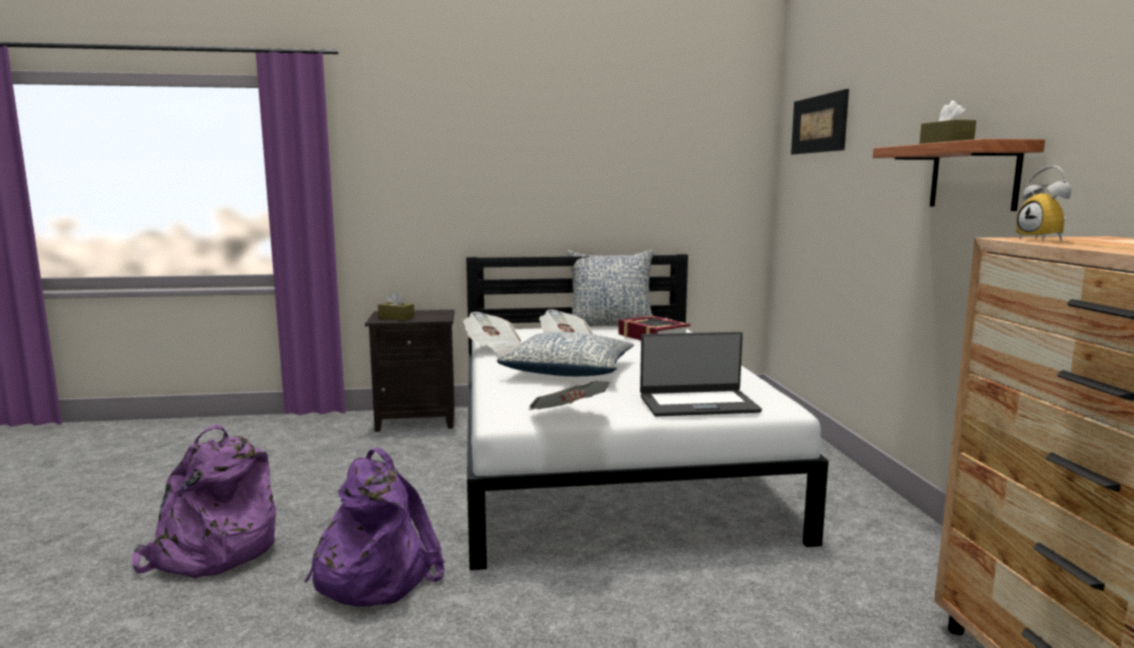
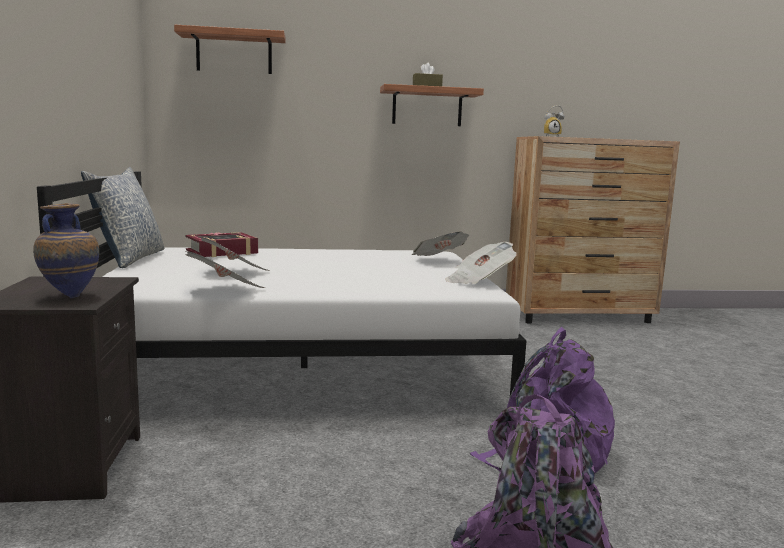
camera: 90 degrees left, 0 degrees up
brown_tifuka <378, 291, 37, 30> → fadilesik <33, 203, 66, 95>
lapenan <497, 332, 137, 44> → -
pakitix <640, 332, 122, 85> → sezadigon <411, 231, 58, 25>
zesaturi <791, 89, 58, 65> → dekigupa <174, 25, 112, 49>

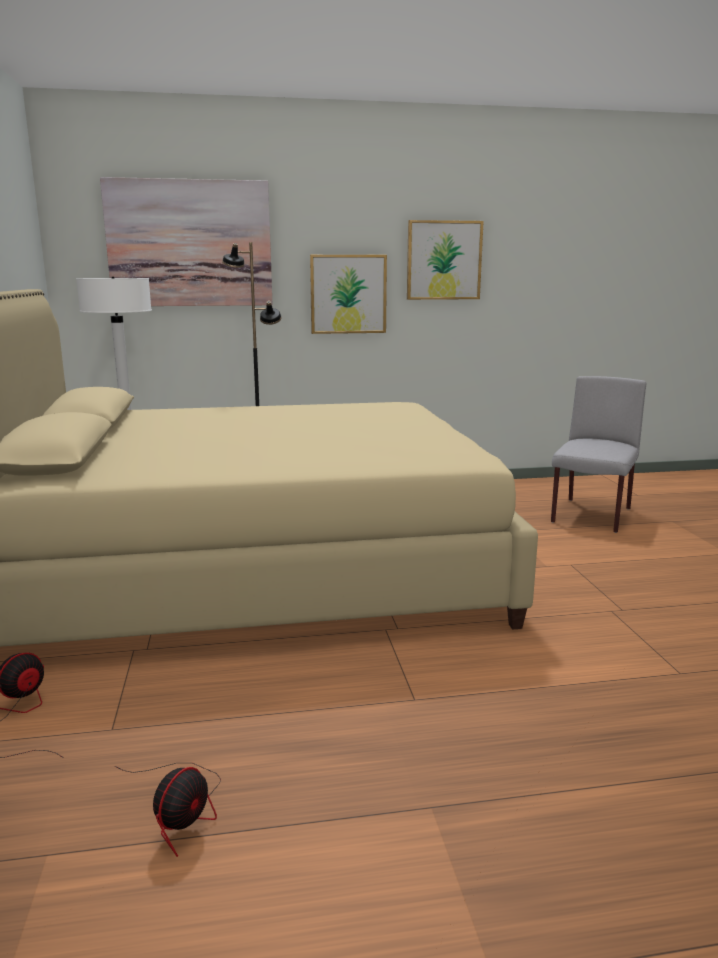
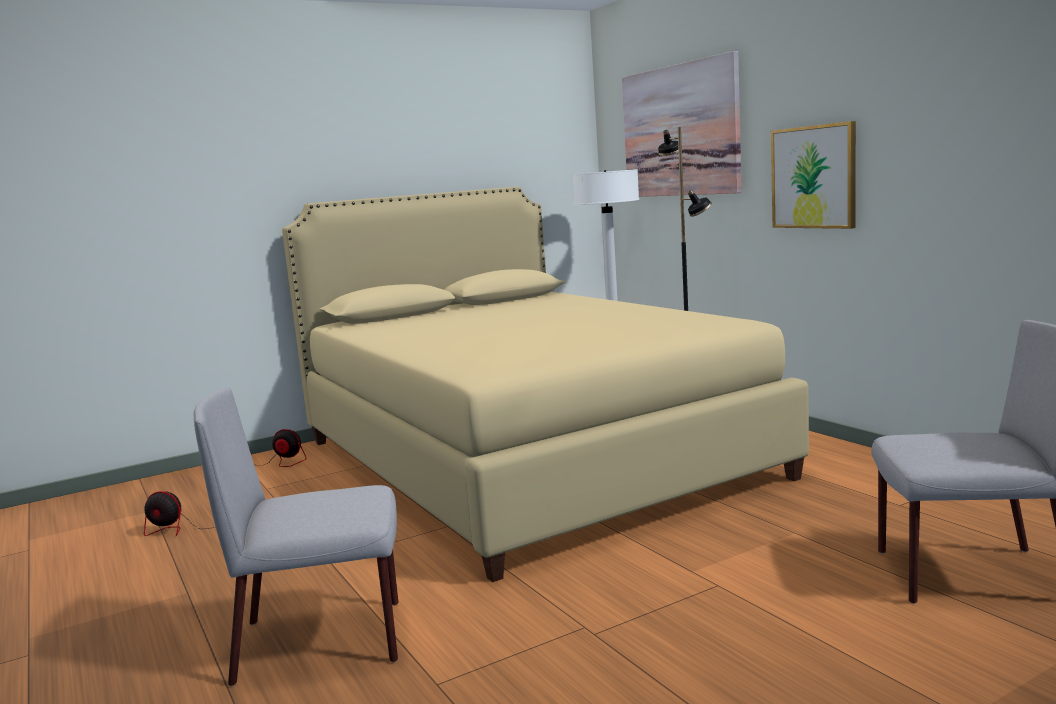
camera: 70 degrees right, 5 degrees down
zesaturi <407, 220, 77, 80> → -
- → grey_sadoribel <193, 387, 205, 299>

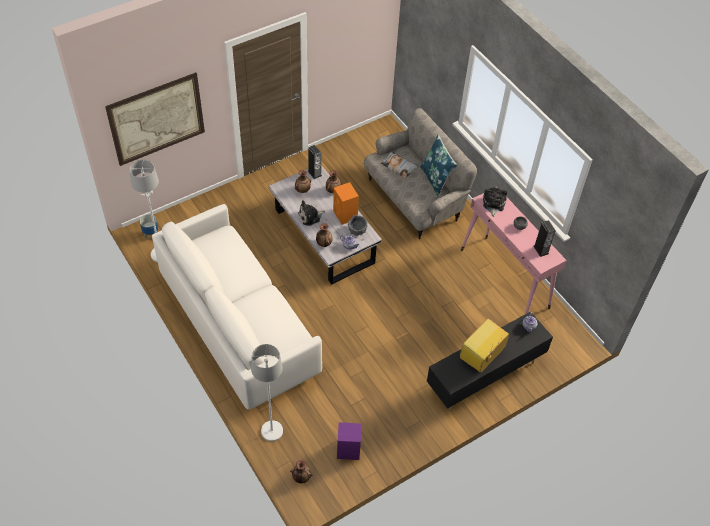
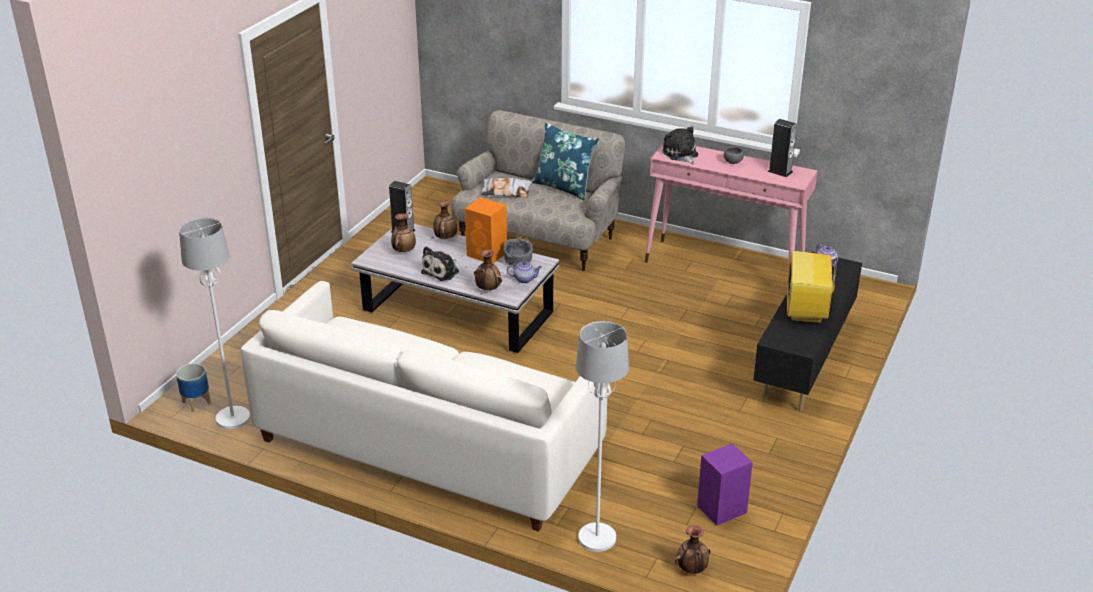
camera: 30 degrees left, 20 degrees down
zesaturi <105, 72, 100, 94> → -

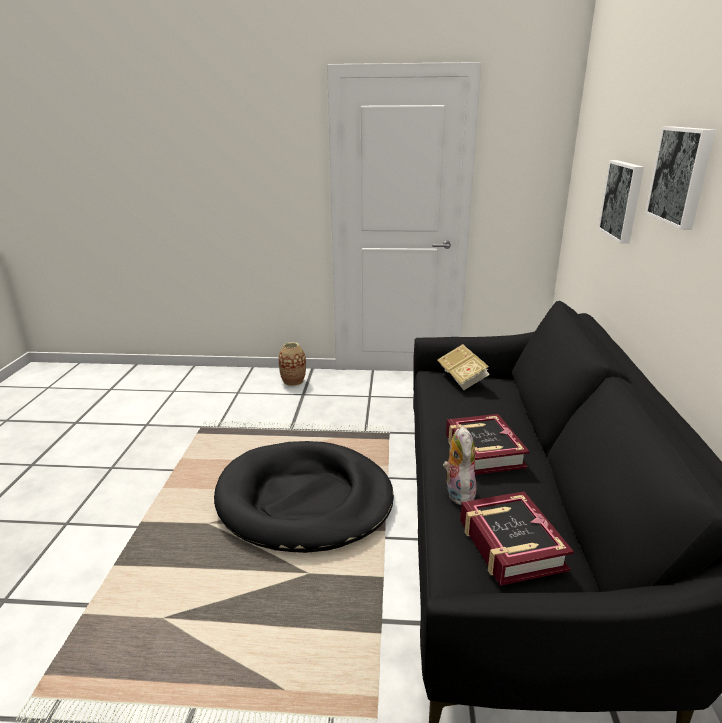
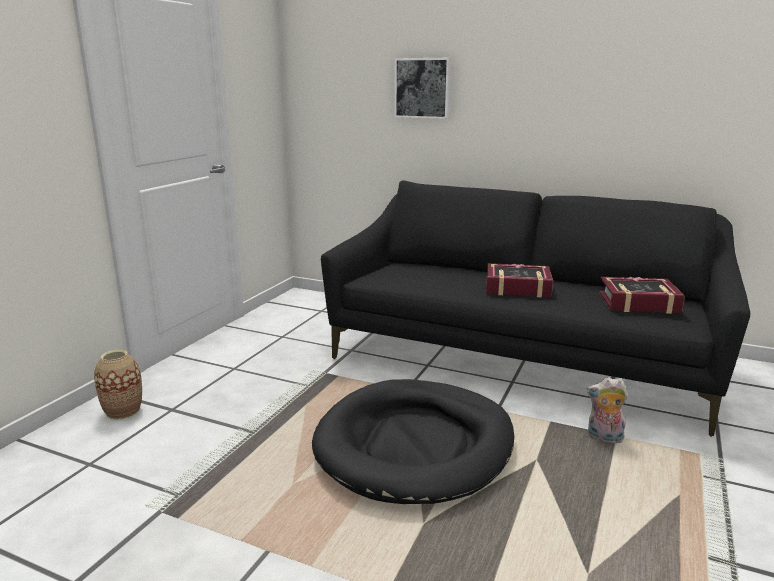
camera: 70 degrees left, 5 degrees down
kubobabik <437, 344, 53, 46> → -
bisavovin <443, 426, 33, 79> → bisavovin <587, 377, 41, 66>, move
zesaturi <645, 126, 71, 104> → -

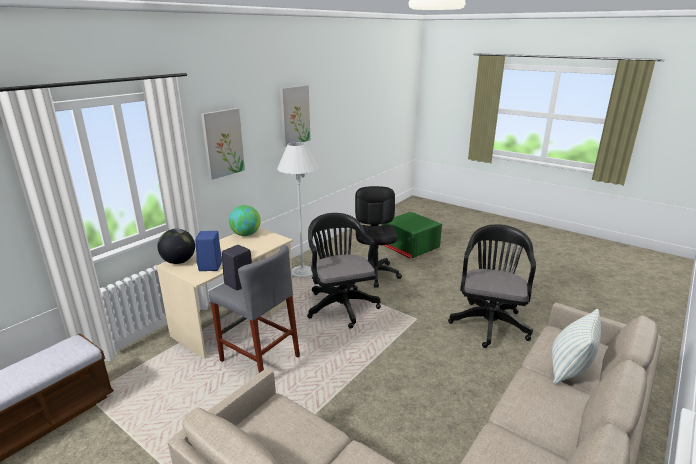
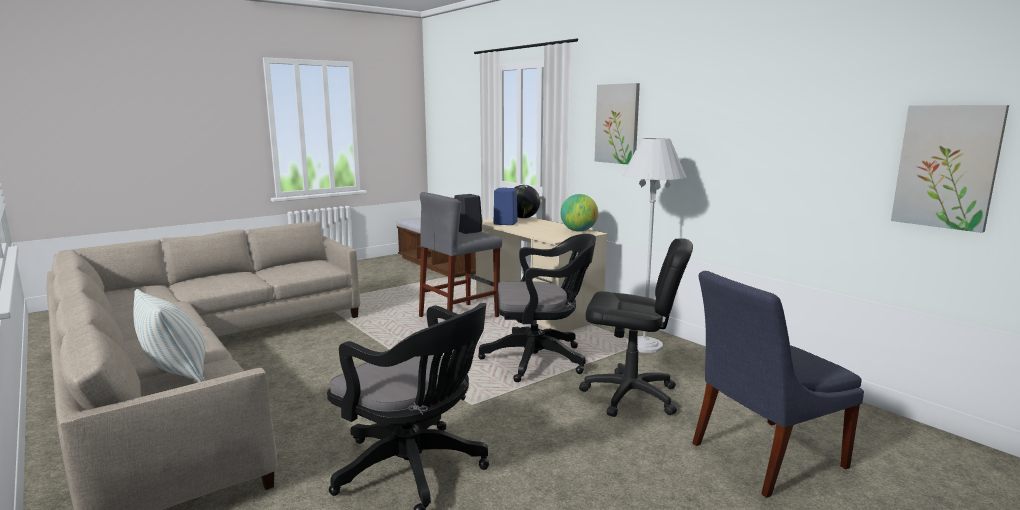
camera: 105 degrees right, 10 degrees down
zesaturi <280, 85, 31, 62> → zesaturi <891, 105, 118, 128>, move
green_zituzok <382, 212, 60, 47> → blue_sadoribel <692, 271, 172, 227>

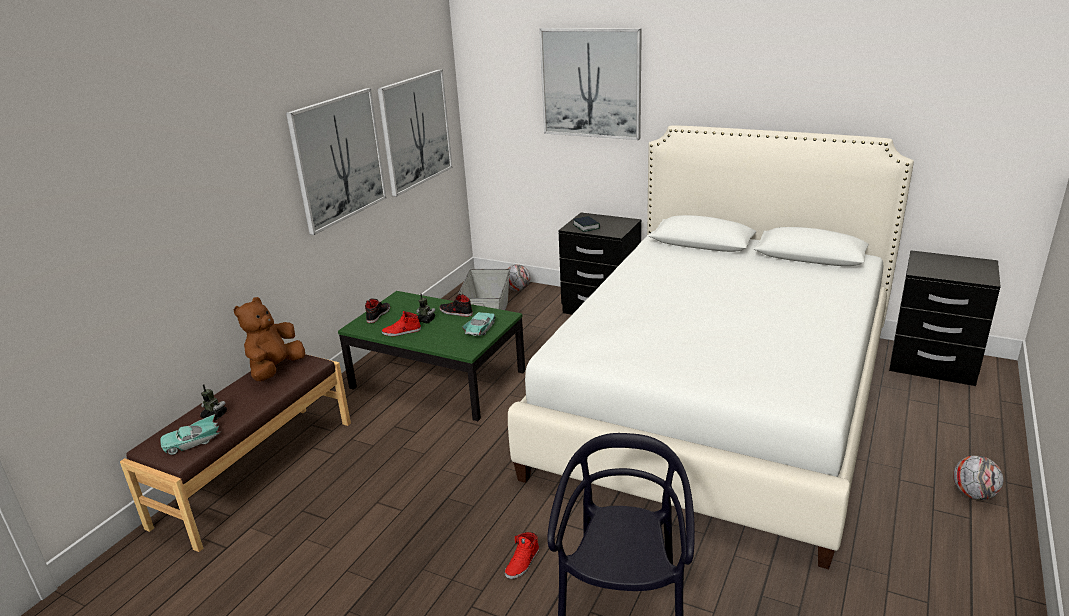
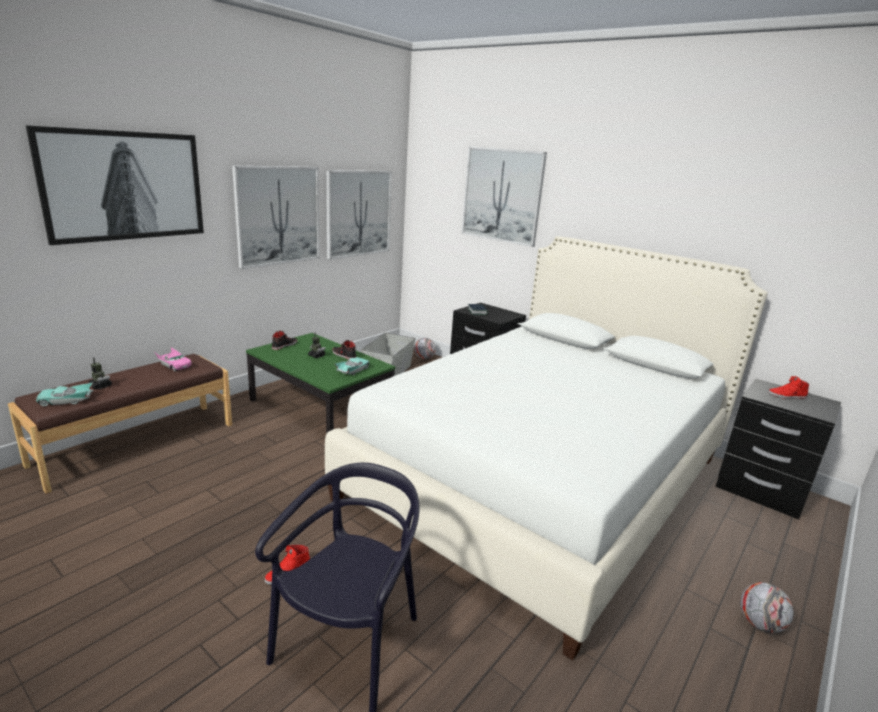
camera: 10 degrees right, 5 degrees down
brown_bisavovin <234, 297, 71, 84> → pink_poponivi <154, 347, 38, 24>
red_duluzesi <382, 311, 39, 25> → red_duluzesi <768, 376, 41, 23>, move
- → zesaturi <26, 125, 178, 120>

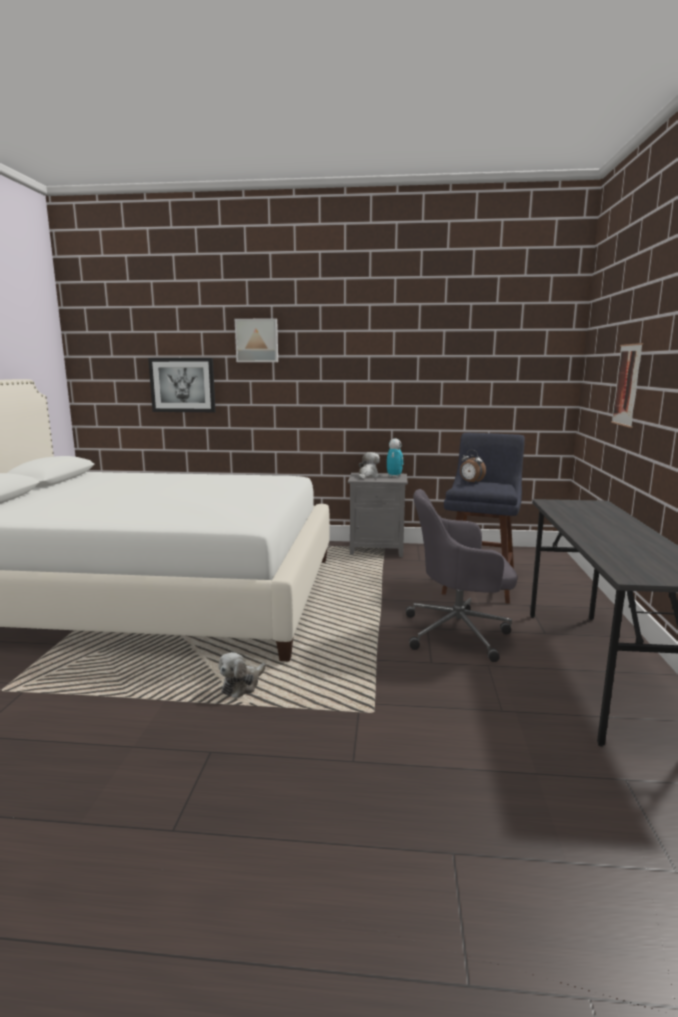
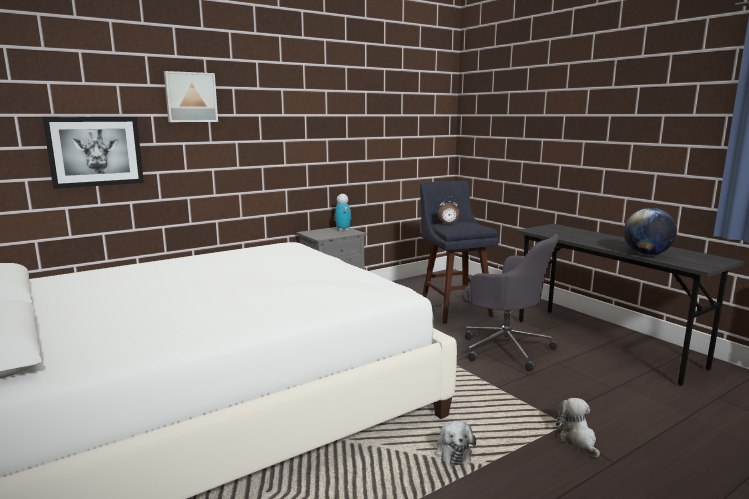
camera: 40 degrees left, 0 degrees up
bisavovin <358, 452, 22, 27> → bisavovin <556, 398, 44, 60>, move
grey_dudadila <406, 489, 112, 173> → grey_dudadila <462, 234, 97, 138>, 105 degrees counterclockwise
zesaturi <611, 343, 32, 85> → -
- → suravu <624, 208, 53, 47>

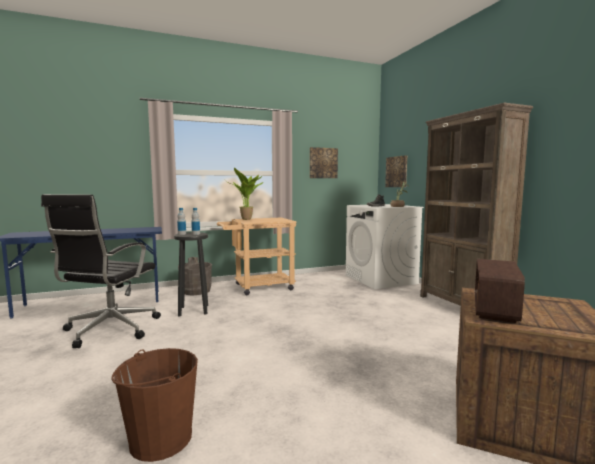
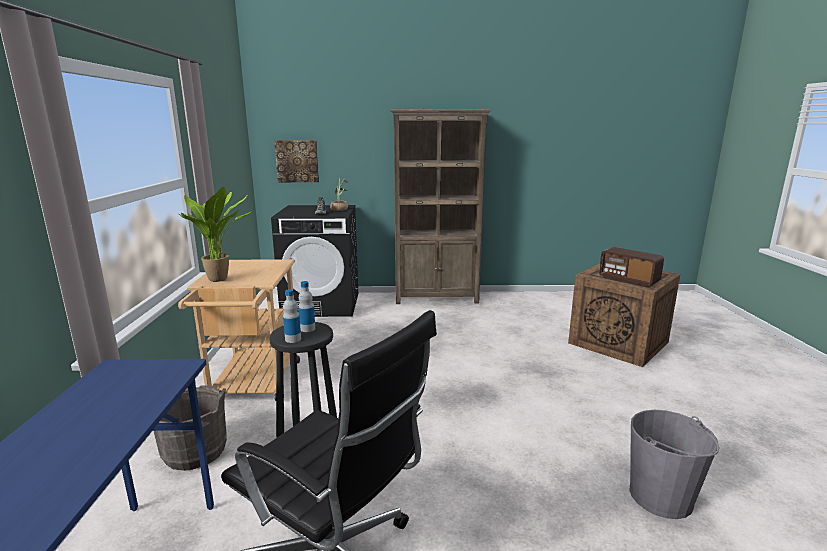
camera: 70 degrees left, 10 degrees up
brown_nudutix <111, 348, 87, 114> → grey_nudutix <629, 410, 90, 109>
zesaturi <310, 147, 28, 31> → -
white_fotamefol <346, 204, 78, 85> → black_fotamefol <271, 205, 87, 112>

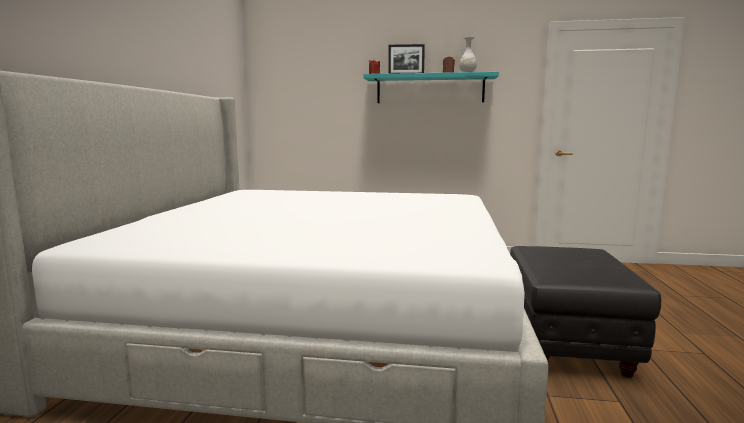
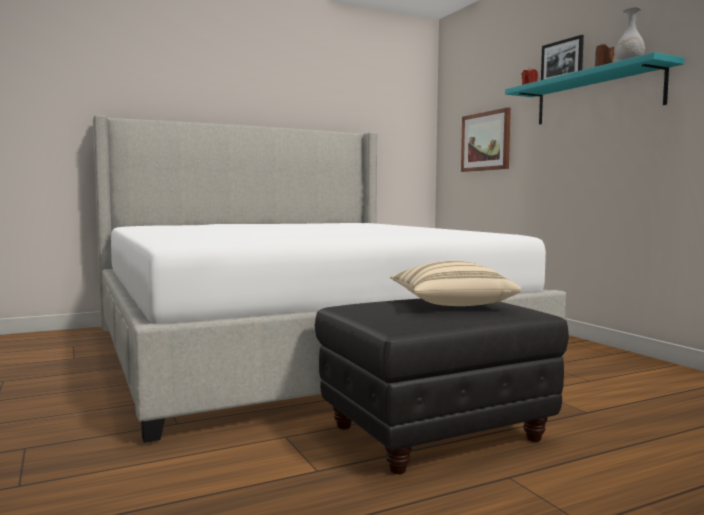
camera: 55 degrees right, 5 degrees down
- → beige_lapenan <390, 261, 131, 45>
- → zesaturi <461, 107, 50, 65>

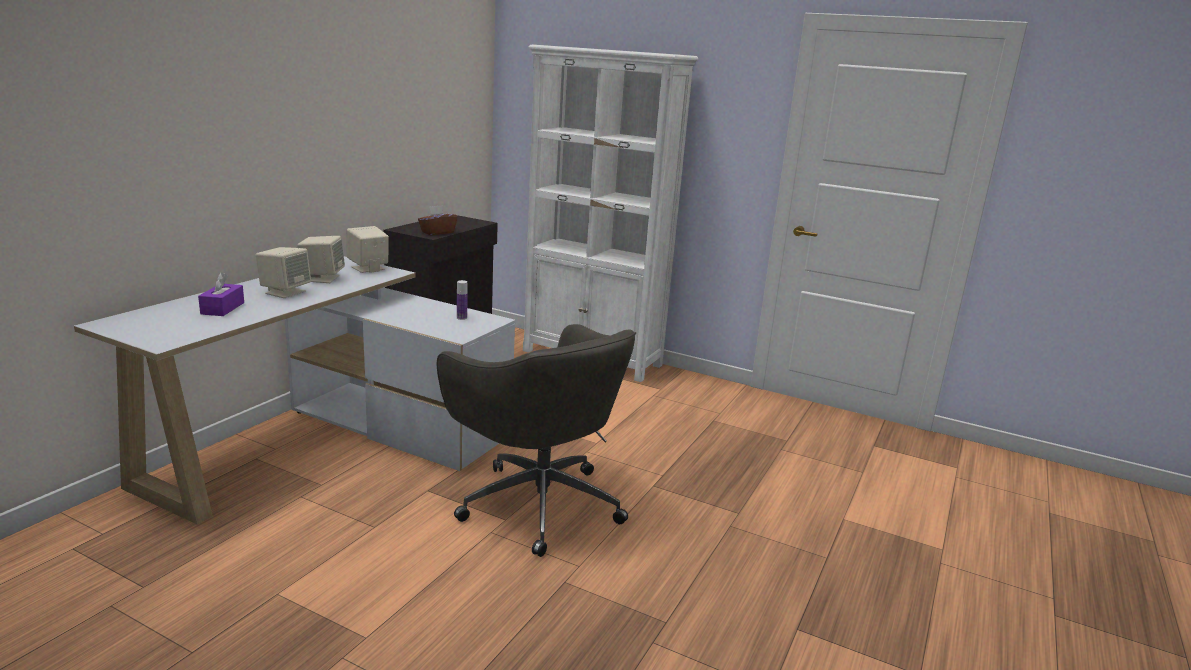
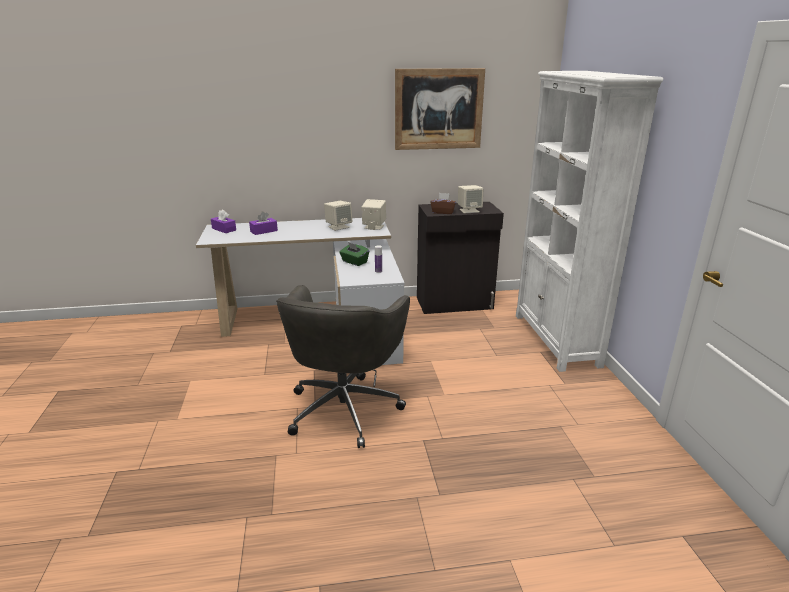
camera: 55 degrees right, 5 degrees up
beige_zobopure <256, 247, 55, 51> → beige_zobopure <458, 185, 25, 29>, move
- → purple_tifuka <211, 209, 25, 24>
- → green_tifuka <339, 242, 30, 24>
- → zesaturi <395, 68, 90, 82>

